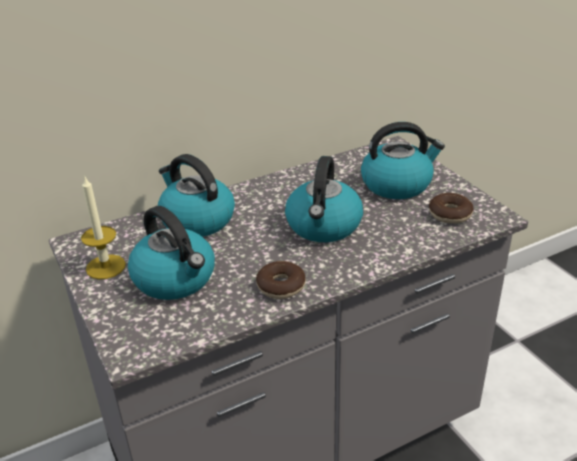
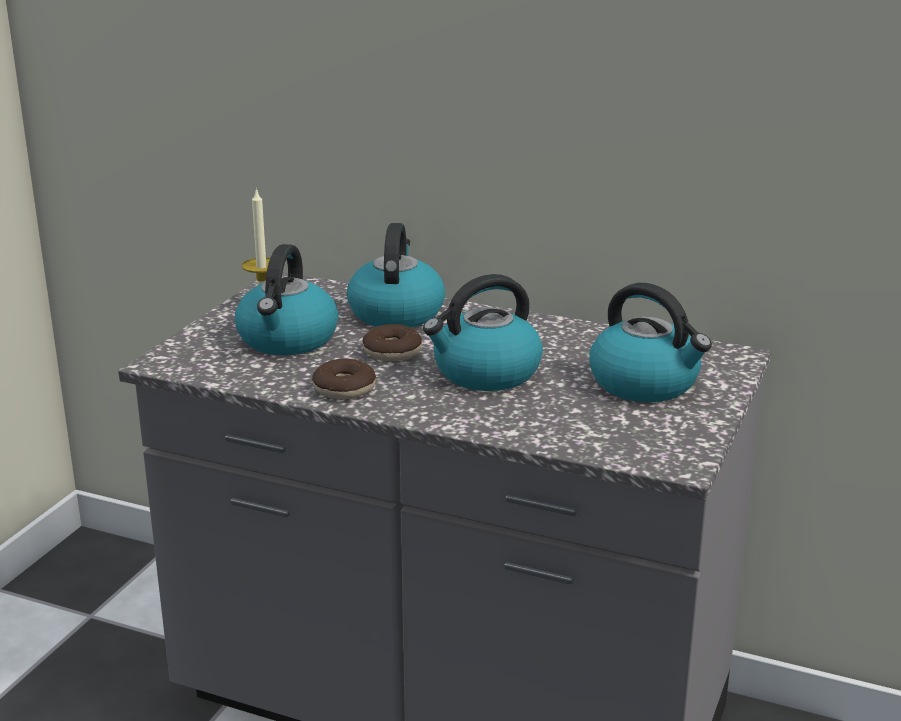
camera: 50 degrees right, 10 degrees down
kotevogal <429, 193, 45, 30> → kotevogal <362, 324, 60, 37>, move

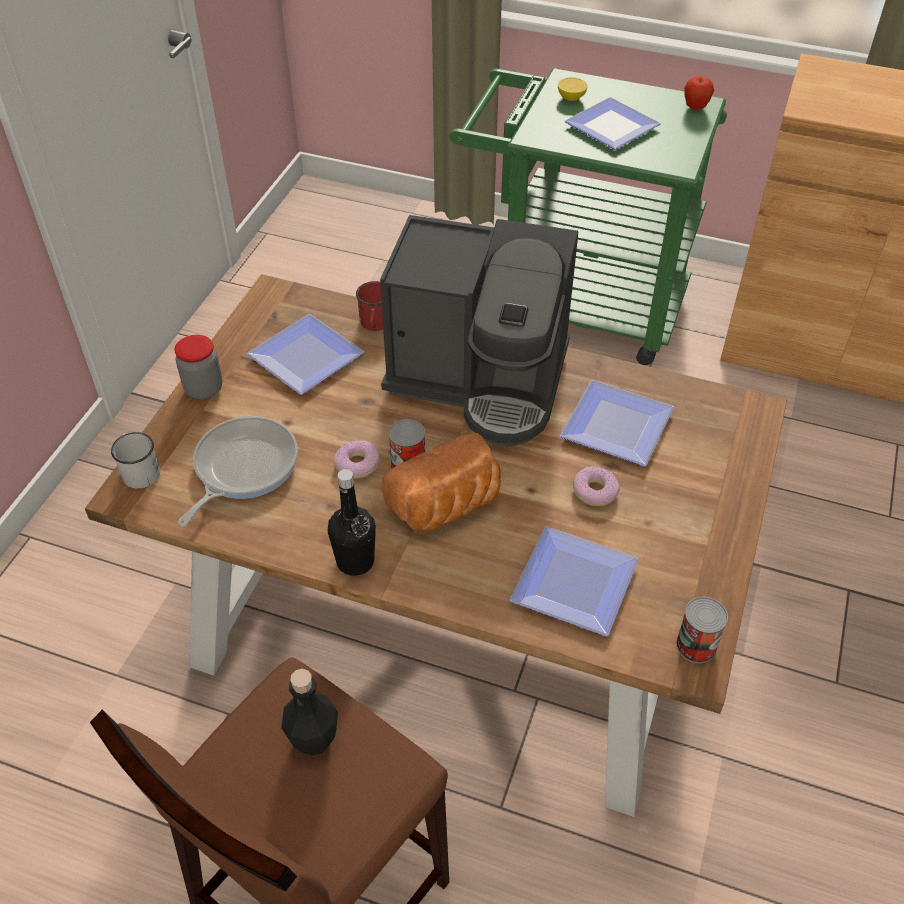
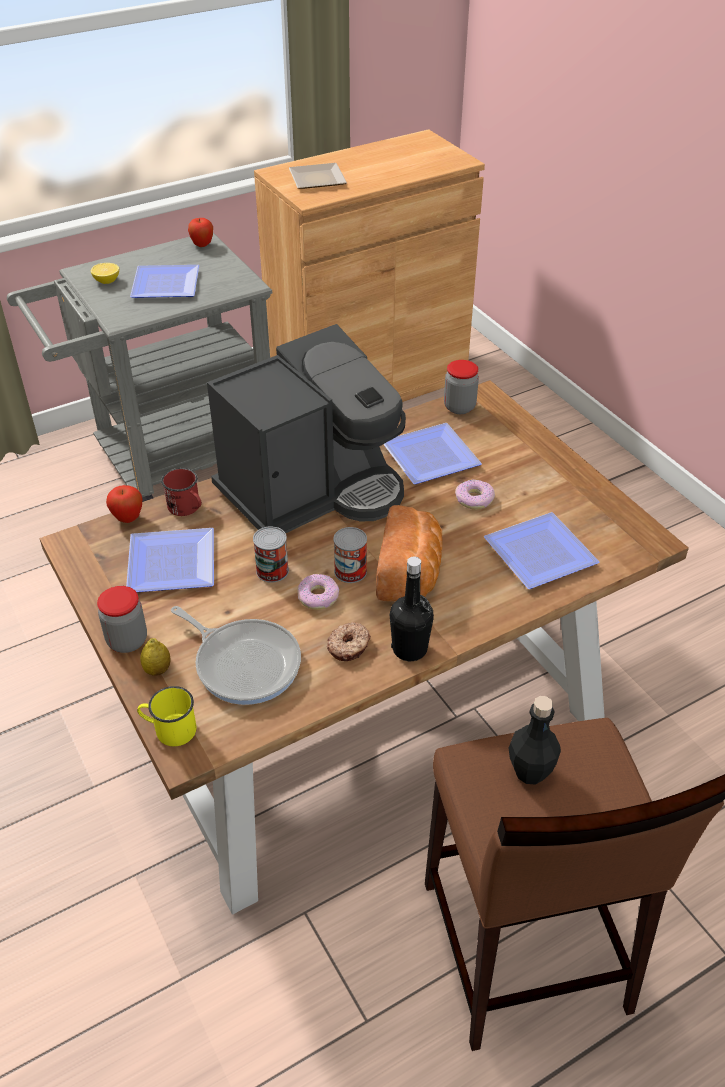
camera: 50 degrees left, 5 degrees down
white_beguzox <111, 432, 49, 57> → yellow_beguzox <137, 686, 60, 60>
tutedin <178, 416, 120, 110> → tutedin <171, 606, 130, 99>, 150 degrees clockwise
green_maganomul <450, 68, 277, 297> → grey_maganomul <7, 233, 265, 269>
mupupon <676, 597, 52, 66> → mupupon <253, 526, 36, 57>, move
- → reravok <106, 485, 36, 38>
- → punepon <140, 638, 30, 38>
- → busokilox <289, 163, 58, 26>
- → kotevogal <327, 622, 44, 39>
- → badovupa <444, 360, 35, 54>

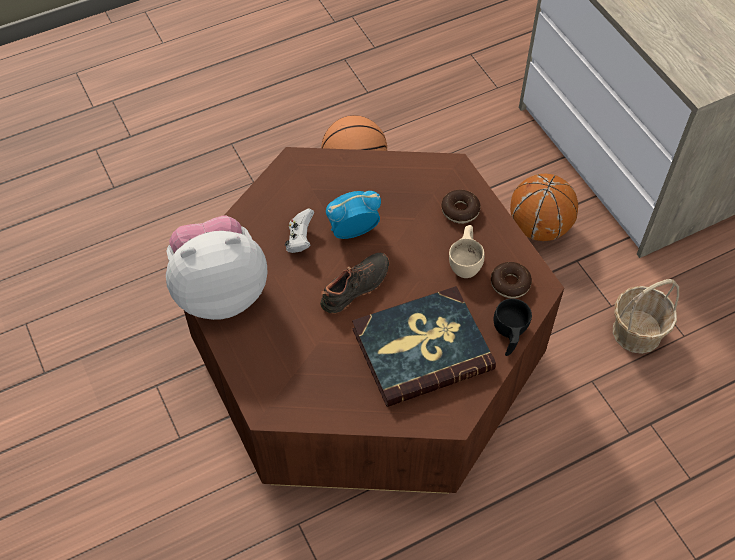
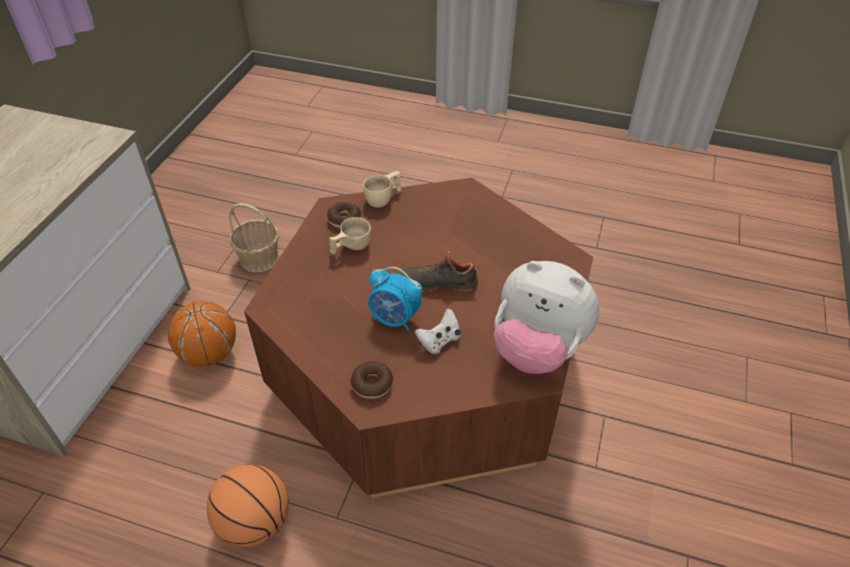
camera: 135 degrees left, 10 degrees down
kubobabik <352, 286, 144, 121> → -
kotevogal <441, 190, 39, 34> → kotevogal <351, 361, 42, 38>, move
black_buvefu <494, 298, 38, 58> → beige_buvefu <363, 171, 39, 37>

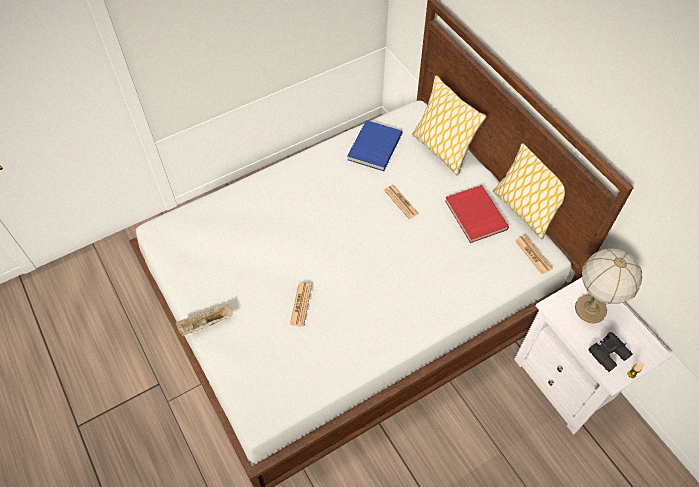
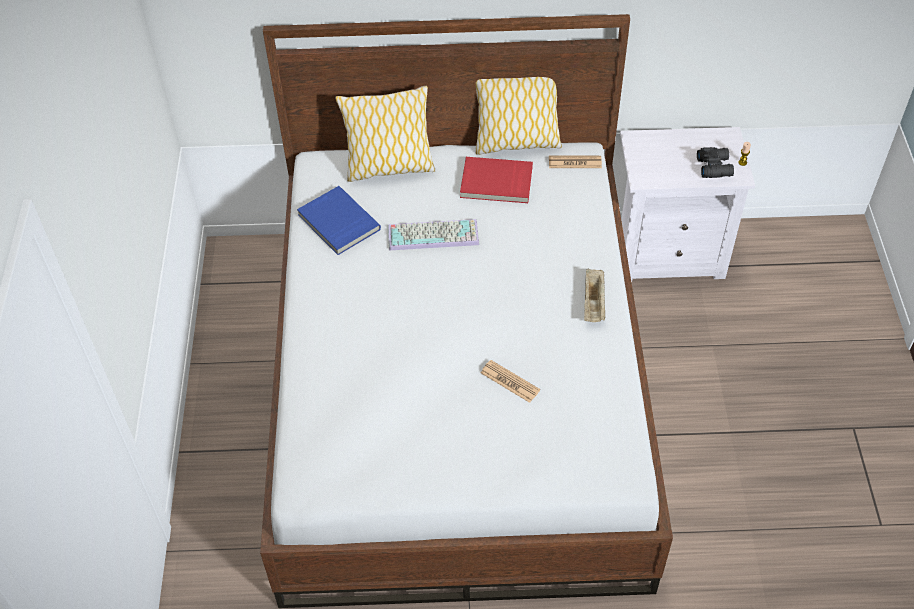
camera: 60 degrees left, 5 degrees down
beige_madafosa <176, 303, 57, 33> → beige_madafosa <584, 268, 22, 54>, move
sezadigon <384, 185, 35, 34> → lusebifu <388, 219, 91, 32>
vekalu <575, 248, 67, 75> → -

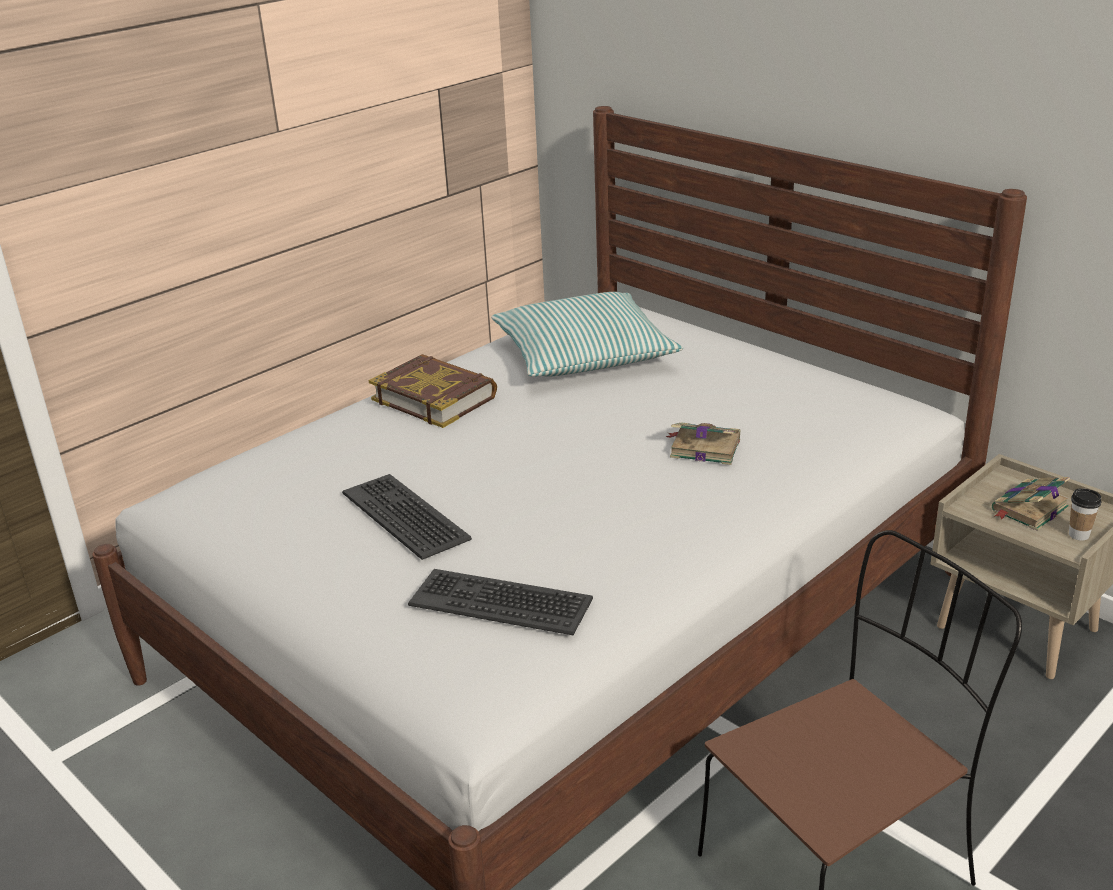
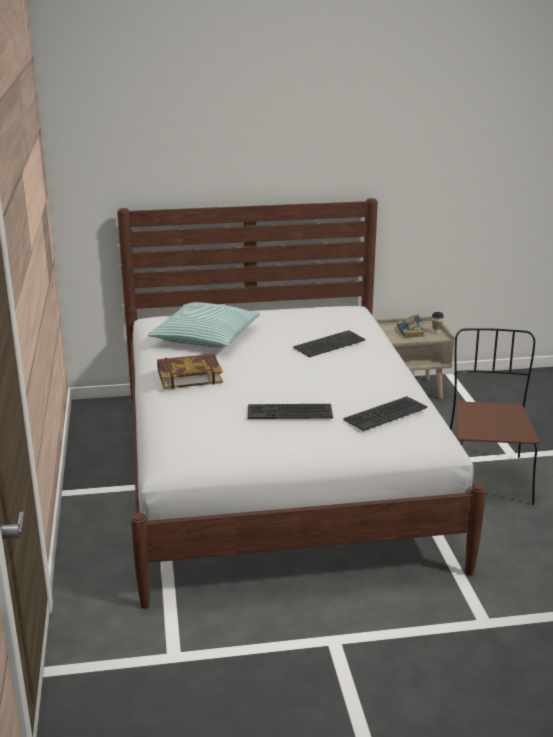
camera: 55 degrees left, 5 degrees down
kubobabik <666, 422, 75, 43> → lusebifu <293, 330, 72, 27>

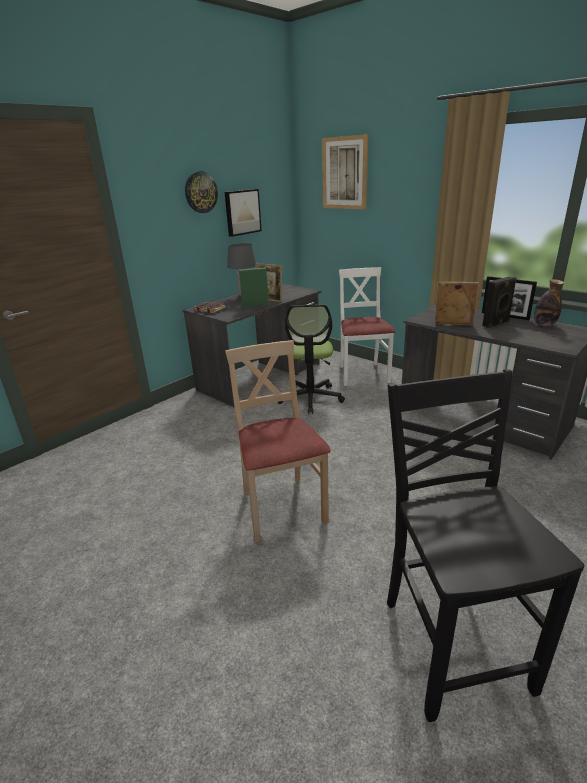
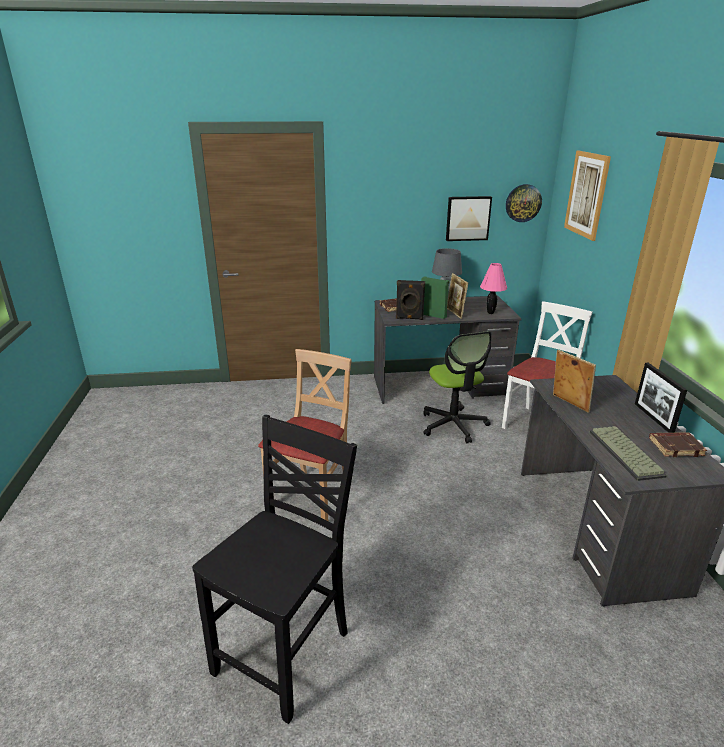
camera: 40 degrees right, 0 degrees up
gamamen <185, 171, 33, 42> → gamamen <506, 184, 36, 38>, move
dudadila <278, 304, 67, 110> → dudadila <423, 331, 69, 112>, 60 degrees counterclockwise
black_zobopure <482, 277, 35, 51> → black_zobopure <396, 280, 29, 40>, move
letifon <534, 279, 30, 48> → brown_kubobabik <649, 432, 58, 25>
- → pink_vekalu <480, 263, 27, 51>
- → lusebifu <589, 426, 78, 55>

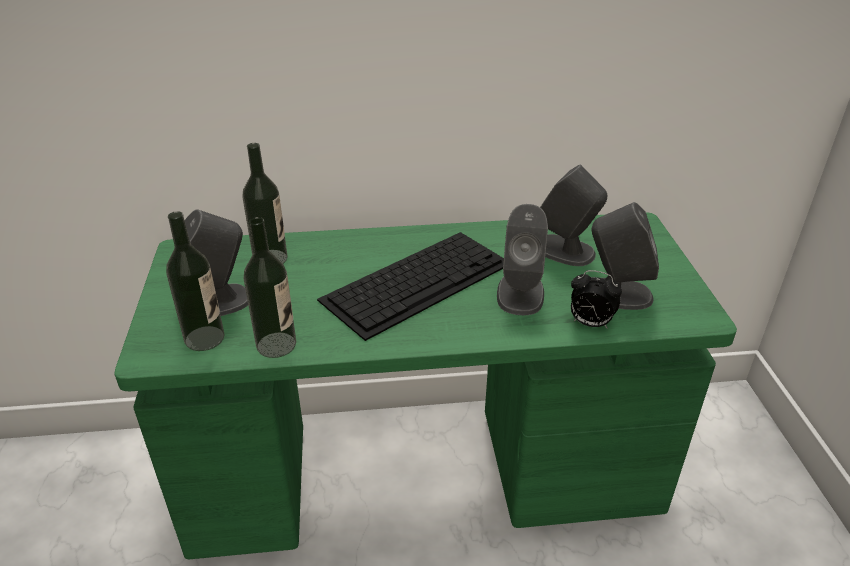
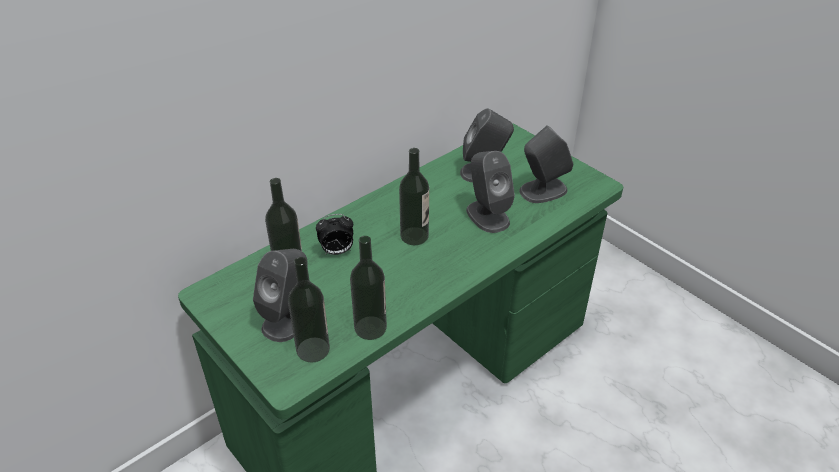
camera: 35 degrees left, 5 degrees up
lusebifu <317, 232, 187, 109> → letifon <399, 148, 30, 97>
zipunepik <571, 270, 51, 58> → zipunepik <316, 214, 37, 41>, move

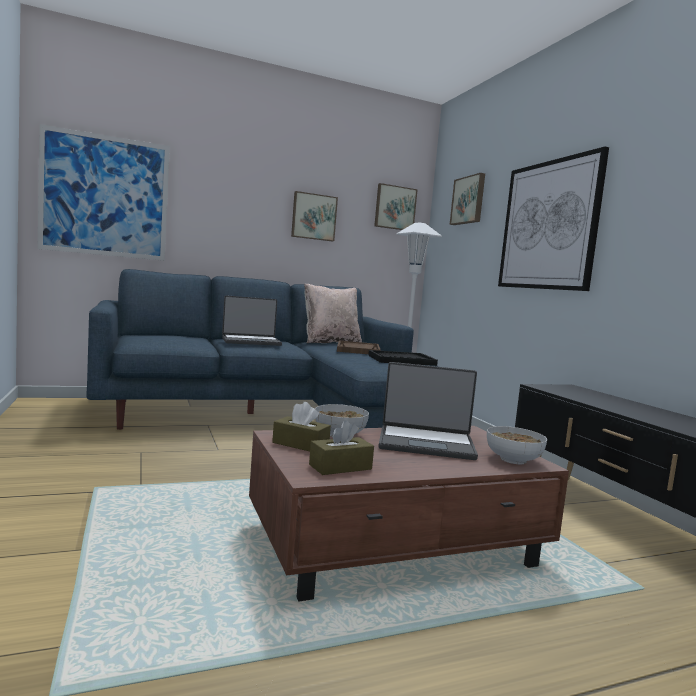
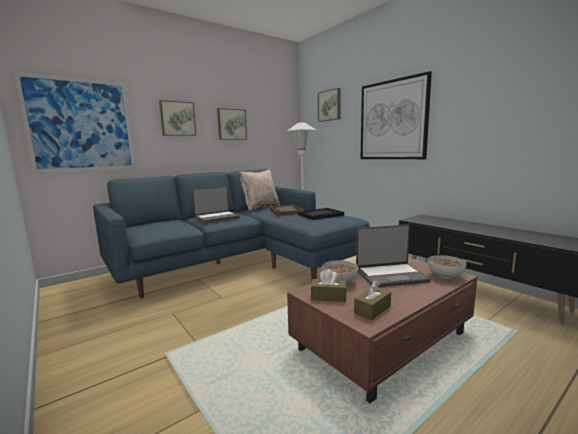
camera: 15 degrees left, 5 degrees up
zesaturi <374, 183, 44, 47> → zesaturi <159, 100, 38, 36>, move

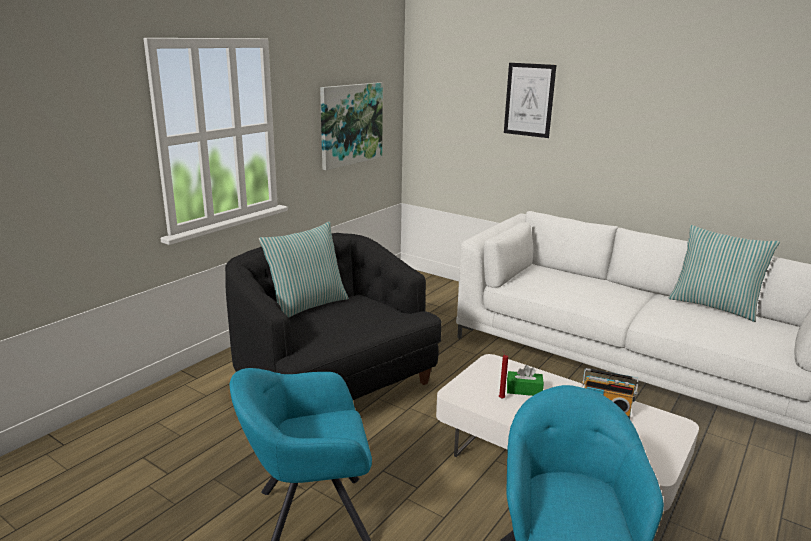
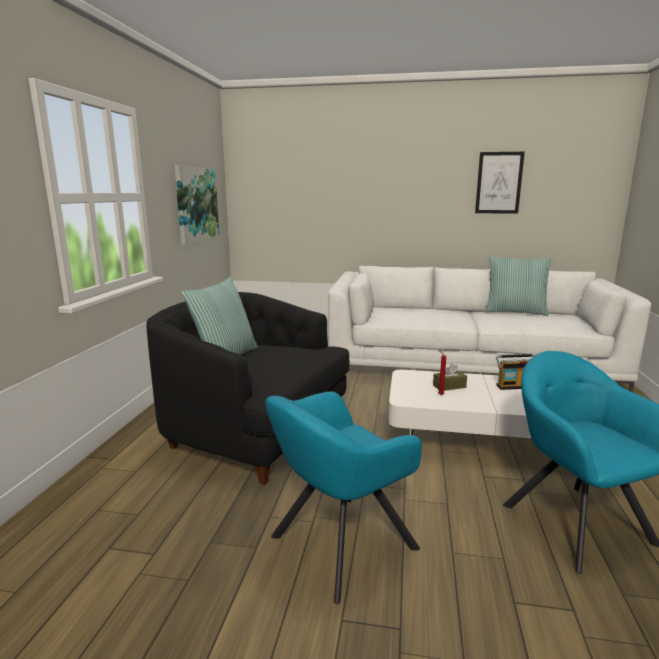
camera: 25 degrees left, 5 degrees down
zesaturi <504, 63, 52, 75> → zesaturi <475, 152, 50, 62>, move
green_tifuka <507, 365, 37, 31> → brown_tifuka <433, 364, 34, 27>

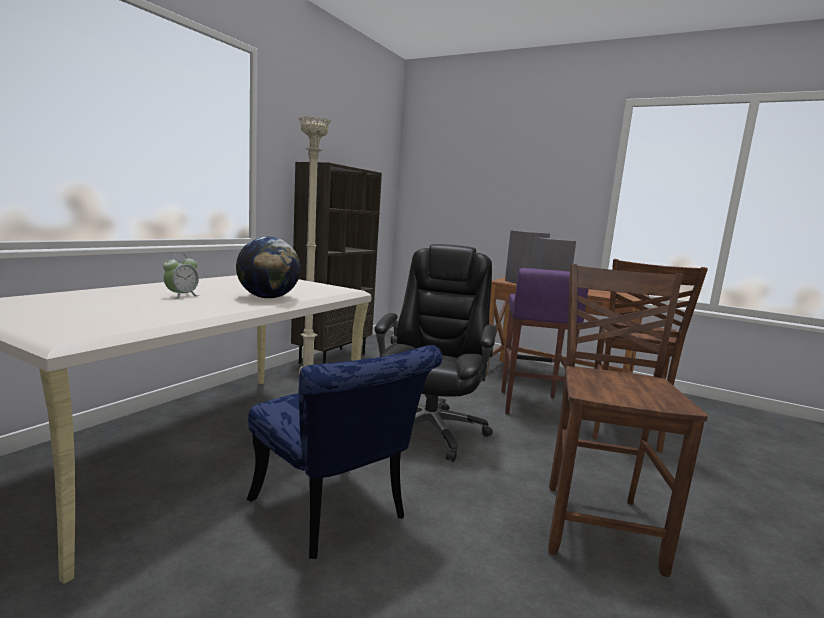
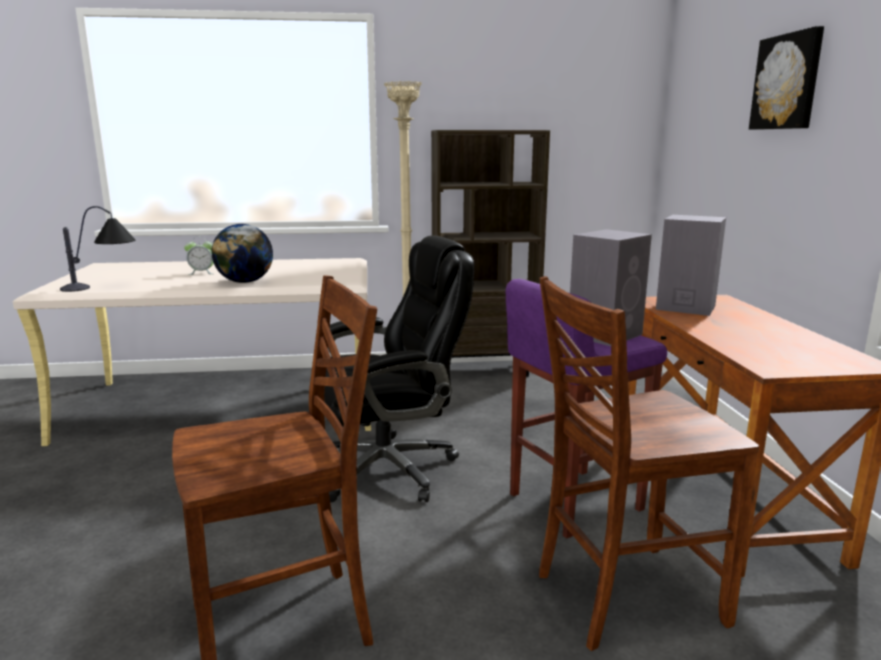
camera: 55 degrees right, 5 degrees up
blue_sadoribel <247, 345, 195, 214> → -
- → vekalu <60, 206, 75, 86>
- → zesaturi <749, 26, 75, 104>

